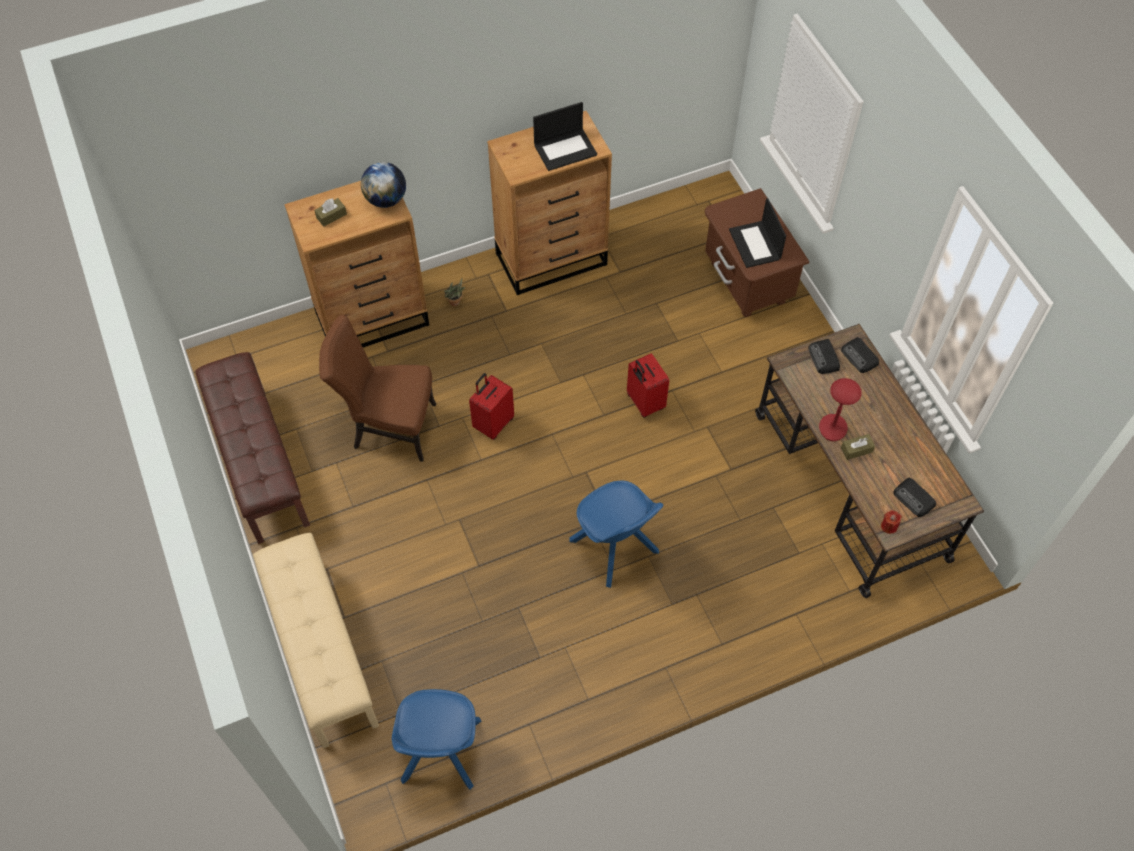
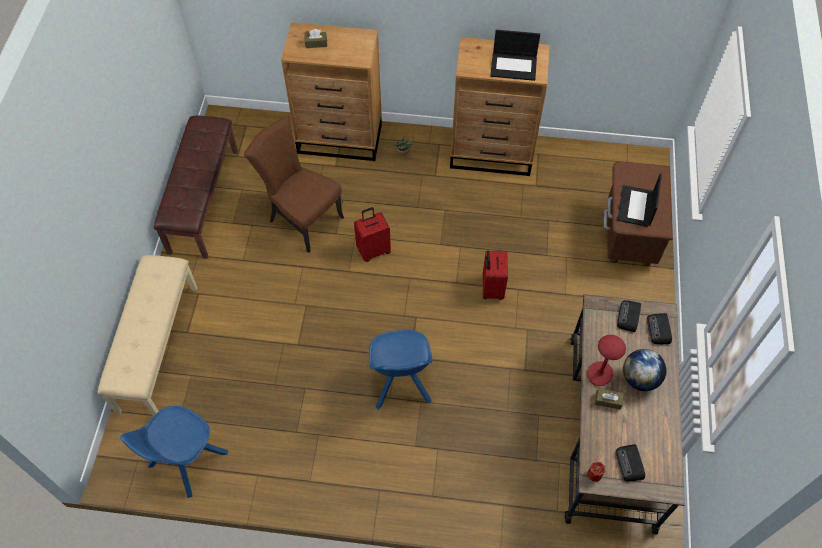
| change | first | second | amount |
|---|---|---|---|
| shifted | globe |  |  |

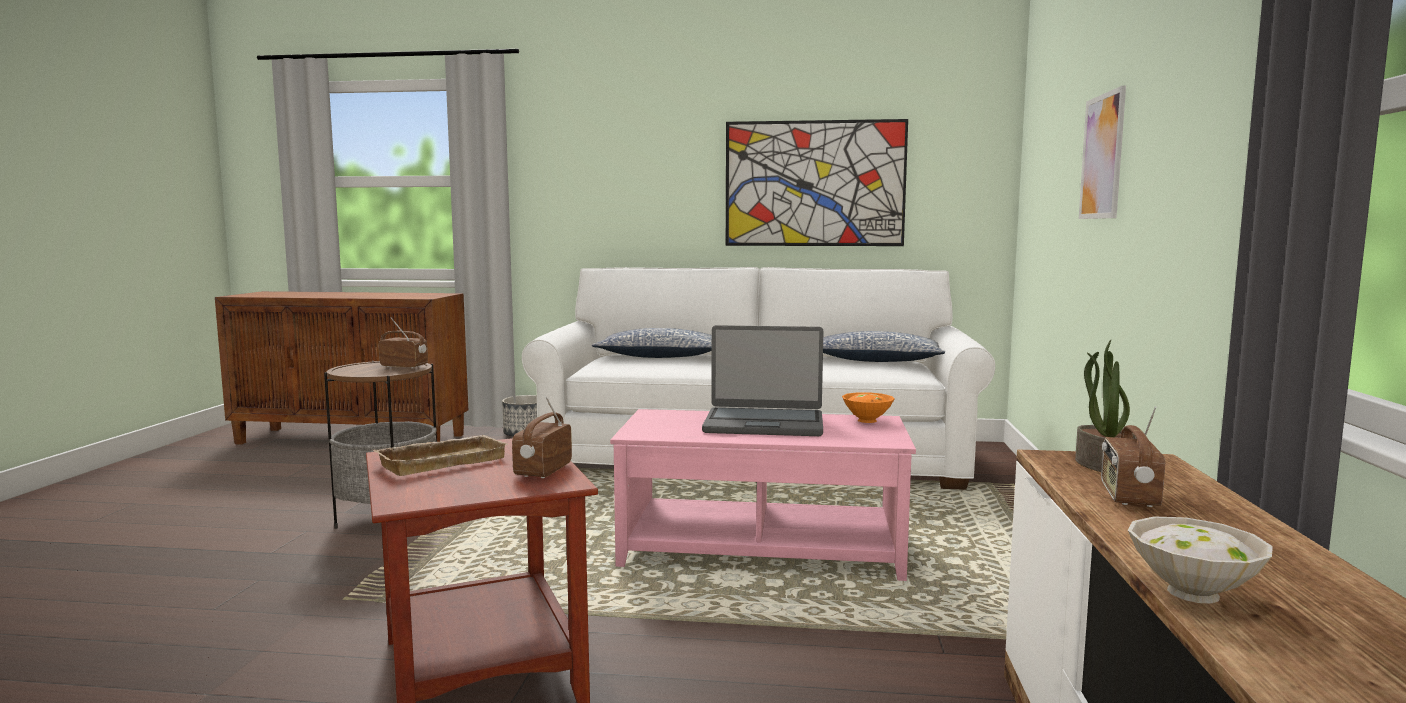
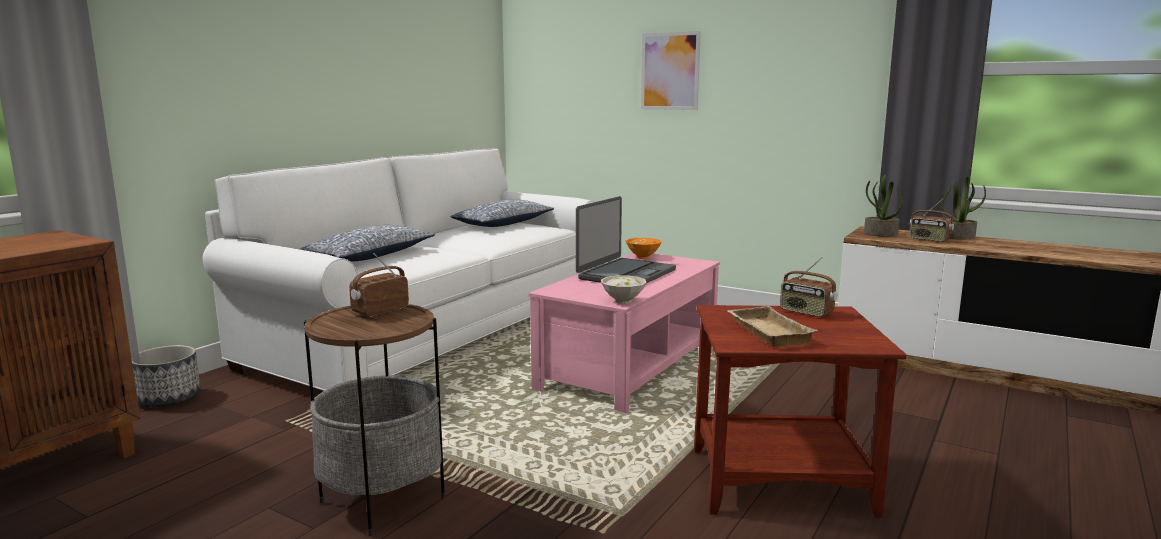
| change | first | second | amount |
|---|---|---|---|
| gone | picture (no. 1 from left) |  |  |
| shifted | white bowl |  |  |
| new |  | potted plant (no. 2 from left) |  |

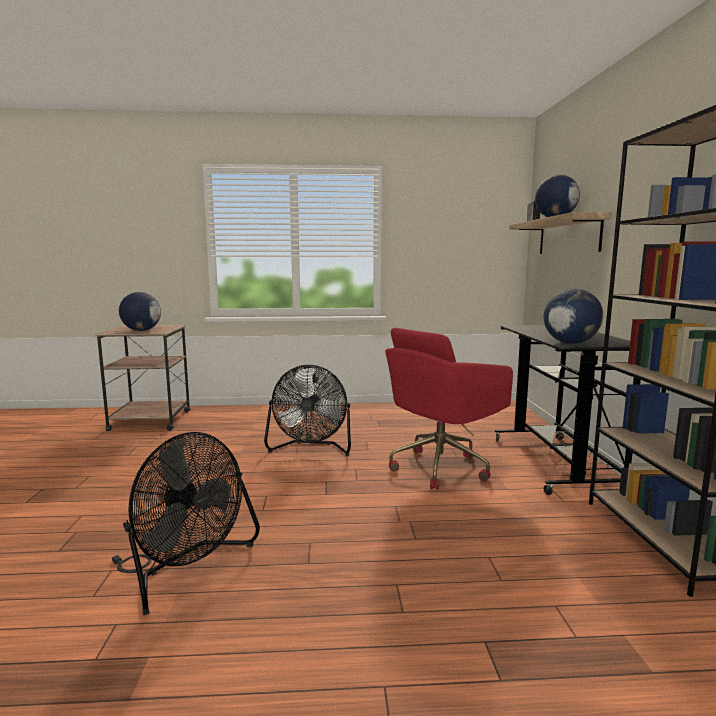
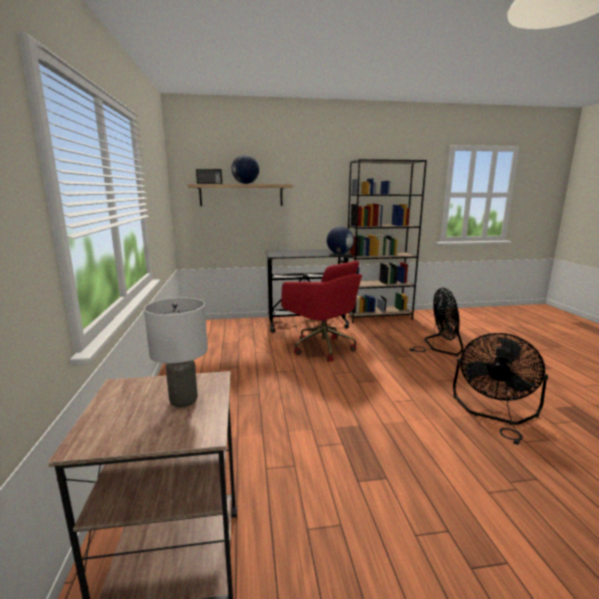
| change | first | second | amount |
|---|---|---|---|
| swapped | globe (no. 1 from left) | white table lamp |  |
| shifted | black fan (no. 2 from left in the first image) | black fan (no. 1 from left) |  |

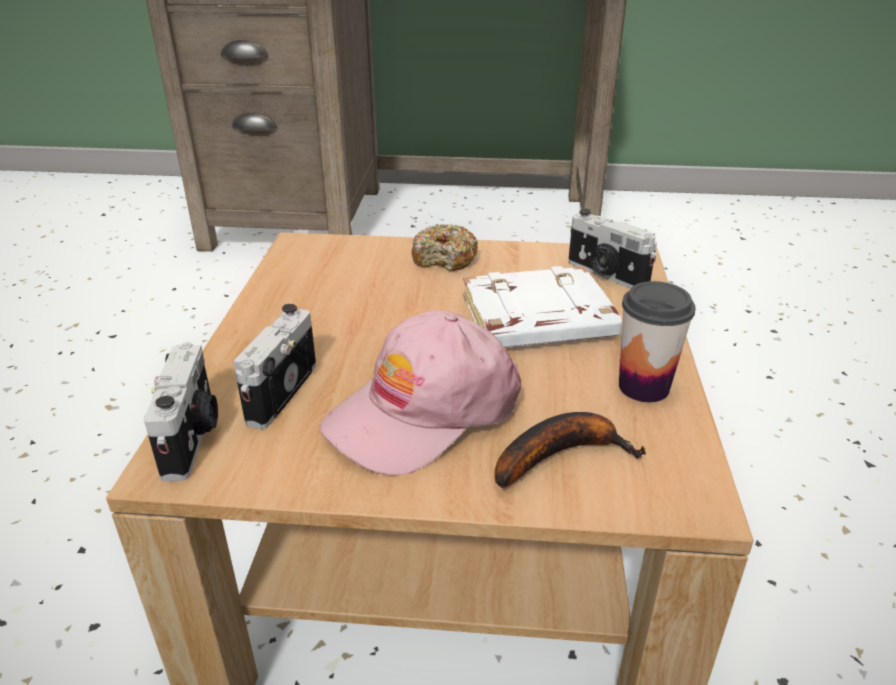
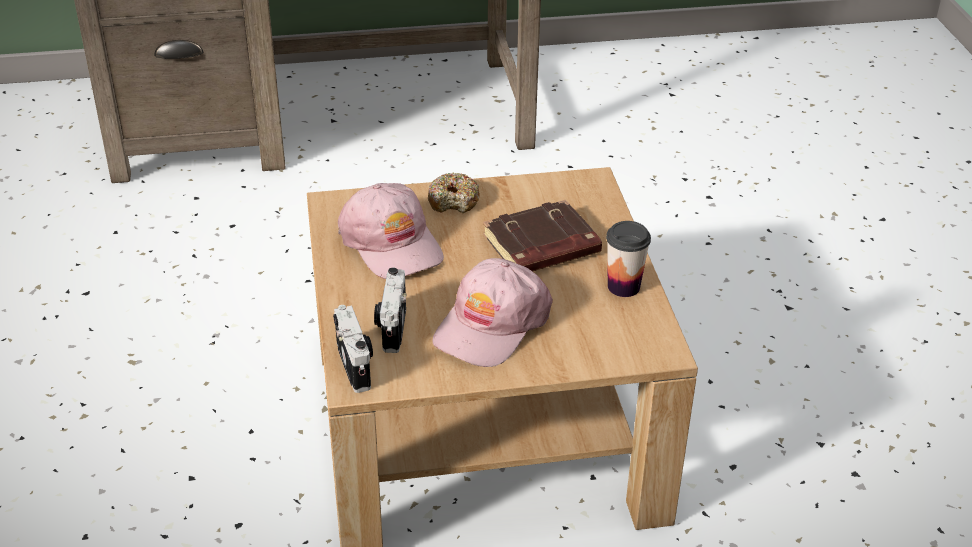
| change | first | second | amount |
|---|---|---|---|
| repainted | white book | brown book |  |
| gone | banana |  |  |
| gone | photo camera (no. 3 from left) |  |  |
| new |  | pink cap (no. 1 from left) |  |

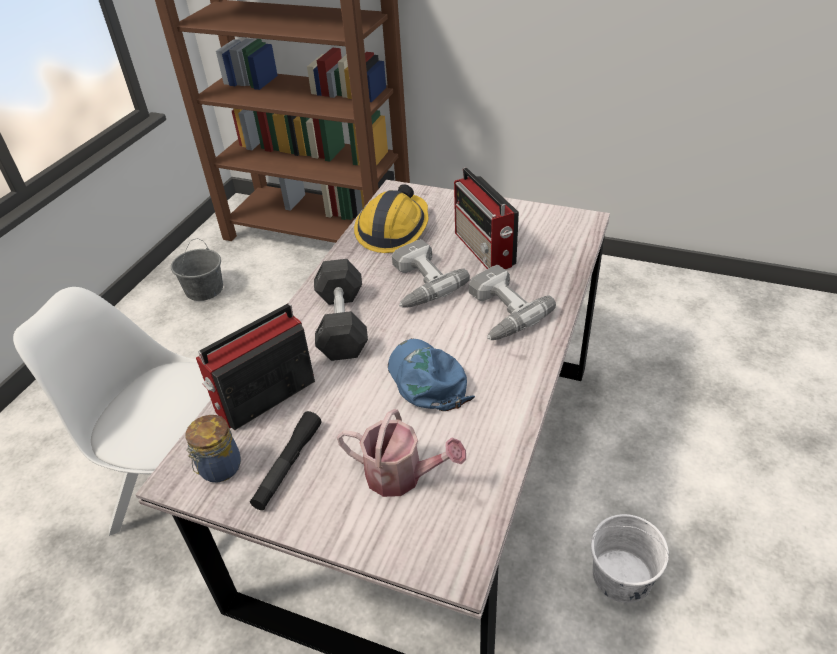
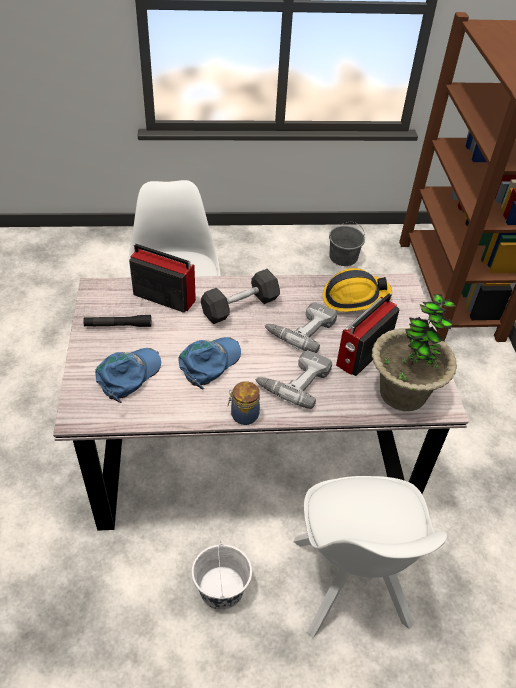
| change | first | second | amount |
|---|---|---|---|
| shifted | jar |  |  |
| swapped | watering can | blue cap (no. 1 from left) |  |
| new |  | white chair (no. 2 from left) |  |
| new |  | potted plant |  |

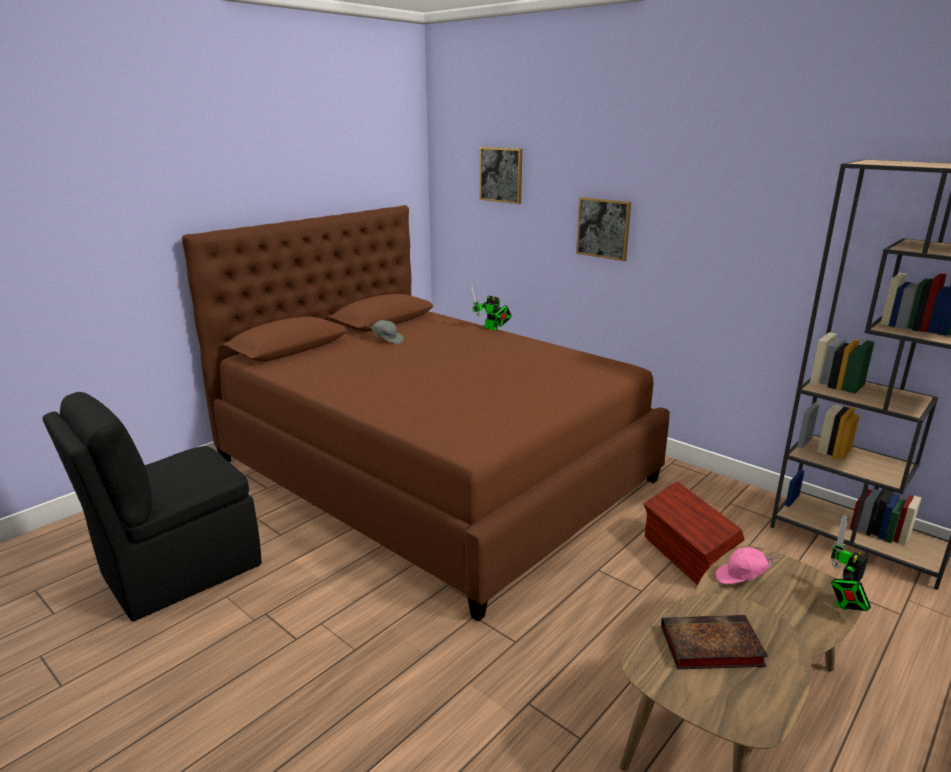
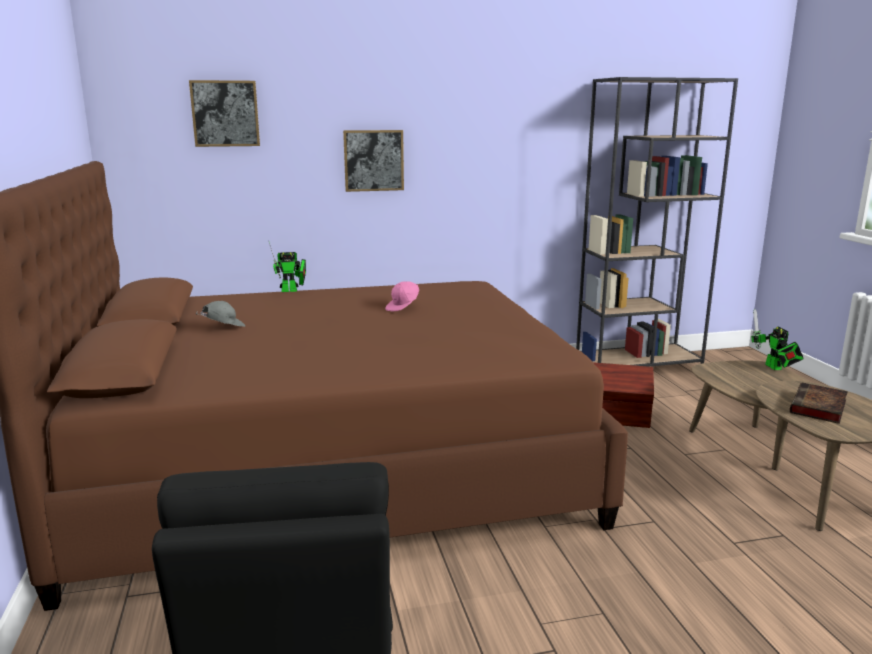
| change | first | second | amount |
|---|---|---|---|
| shifted | pink cap |  |  |

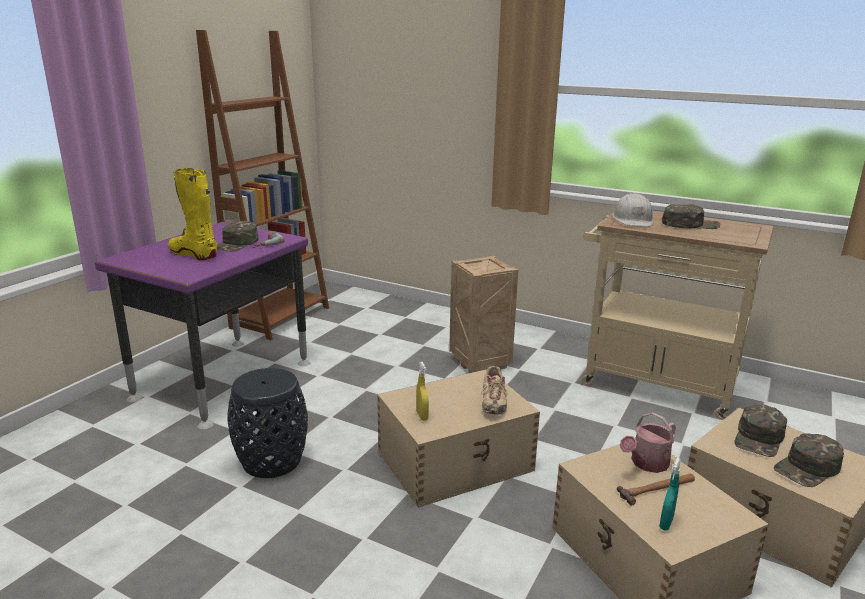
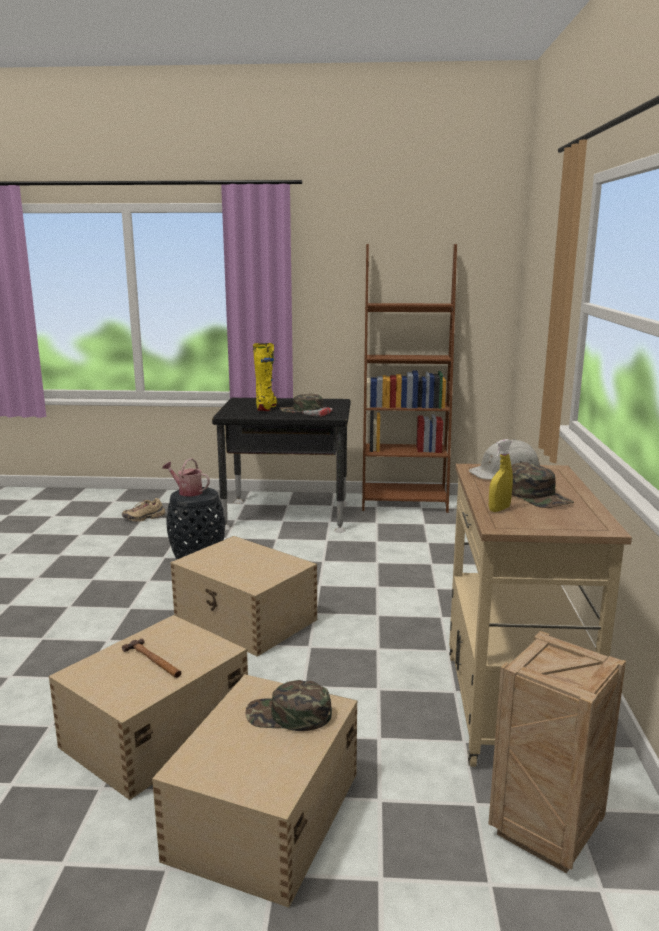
| change | first | second | amount |
|---|---|---|---|
| repainted | purple desk | black desk |  |
| shifted | yellow spray bottle |  |  |
| shifted | crate |  |  |
| shifted | beige shoe |  |  |
| shifted | watering can |  |  |
| gone | turquoise spray bottle |  |  |
| gone | green cap (no. 4 from left) |  |  |

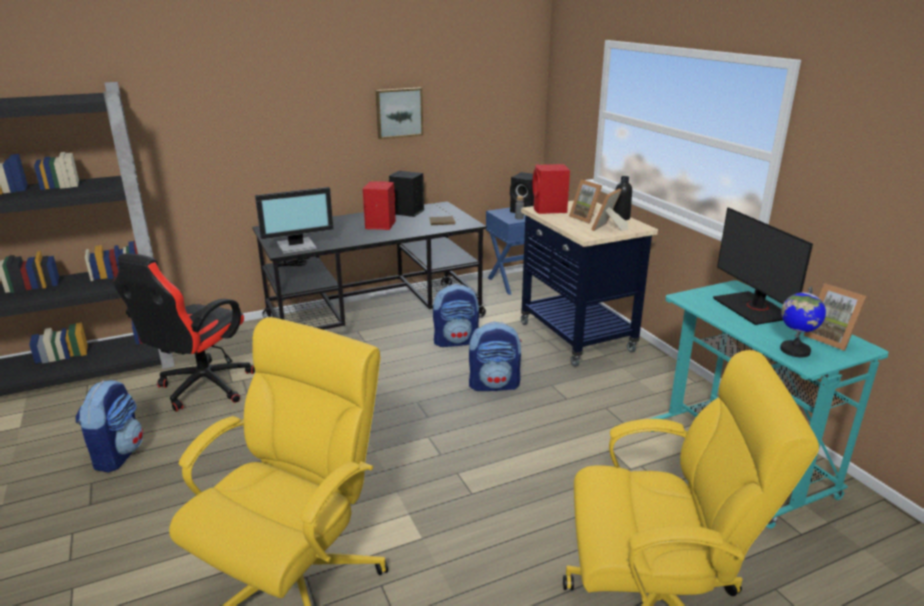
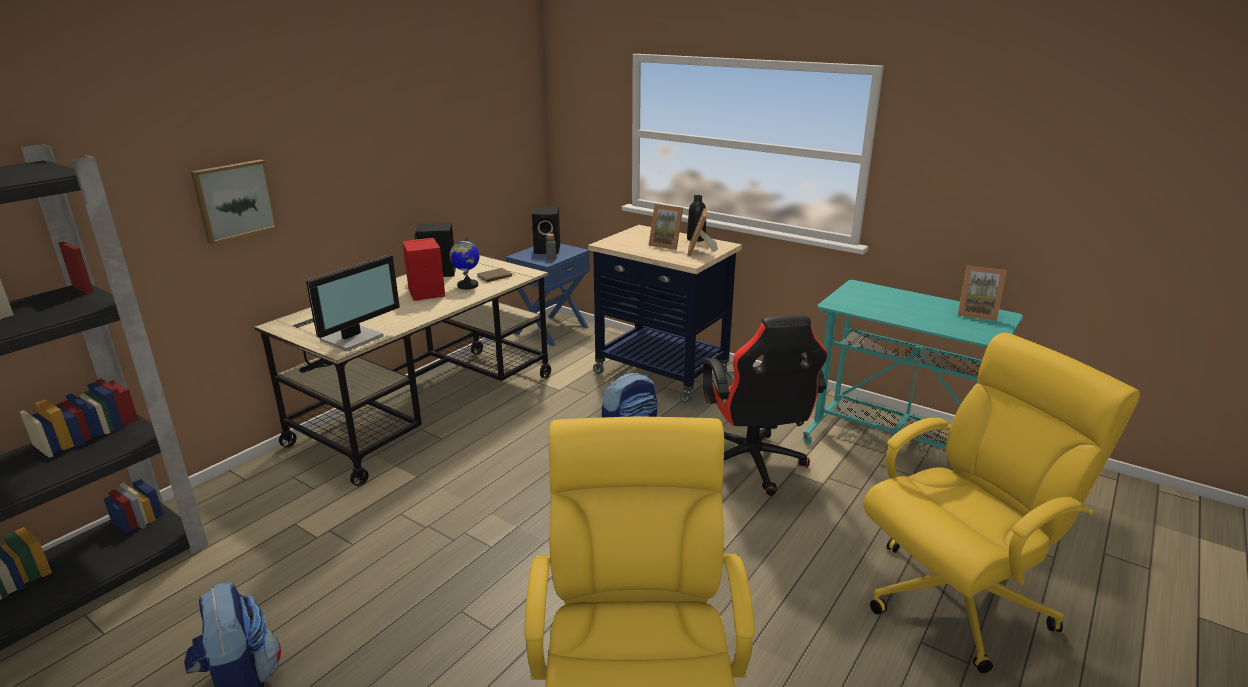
| change | first | second | amount |
|---|---|---|---|
| shifted | black office chair |  |  |
| repainted | black desk | beige desk |  |
| shifted | picture |  |  |
| gone | backpack (no. 2 from left) |  |  |
| gone | red speaker (no. 2 from left) |  |  |
| gone | monitor (no. 2 from left) |  |  |
| shifted | globe |  |  |

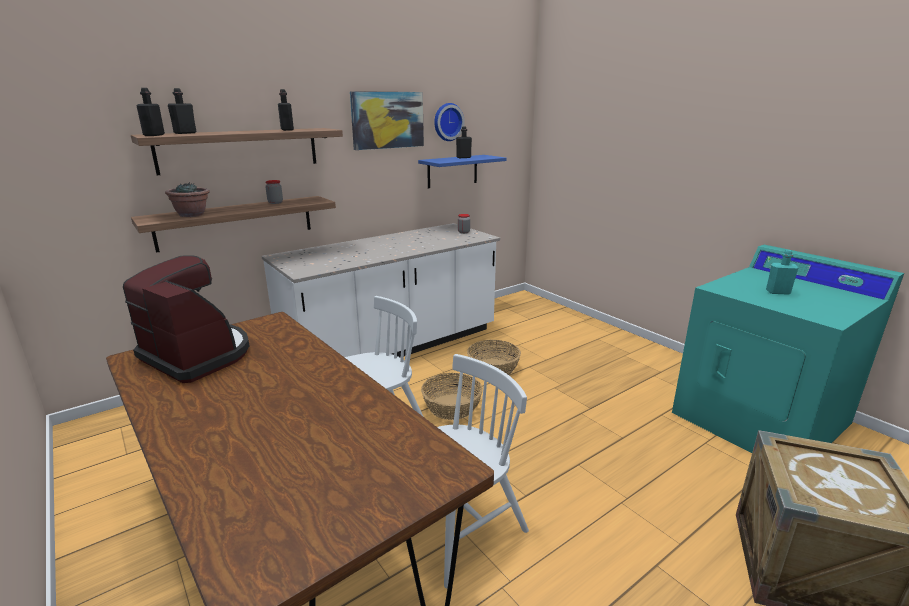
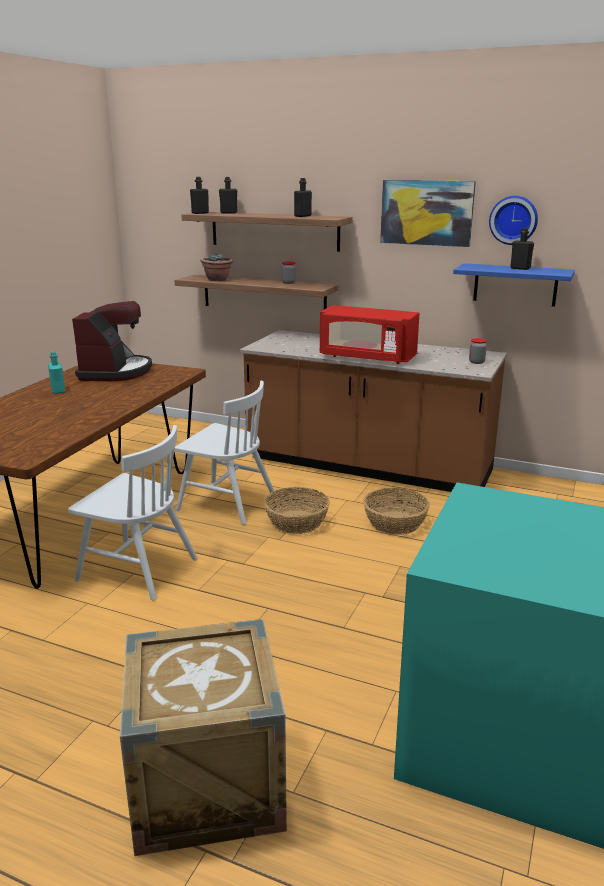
| change | first | second | amount |
|---|---|---|---|
| repainted | white counter | brown counter |  |
| shifted | turquoise bottle |  |  |
| new |  | red microwave |  |

